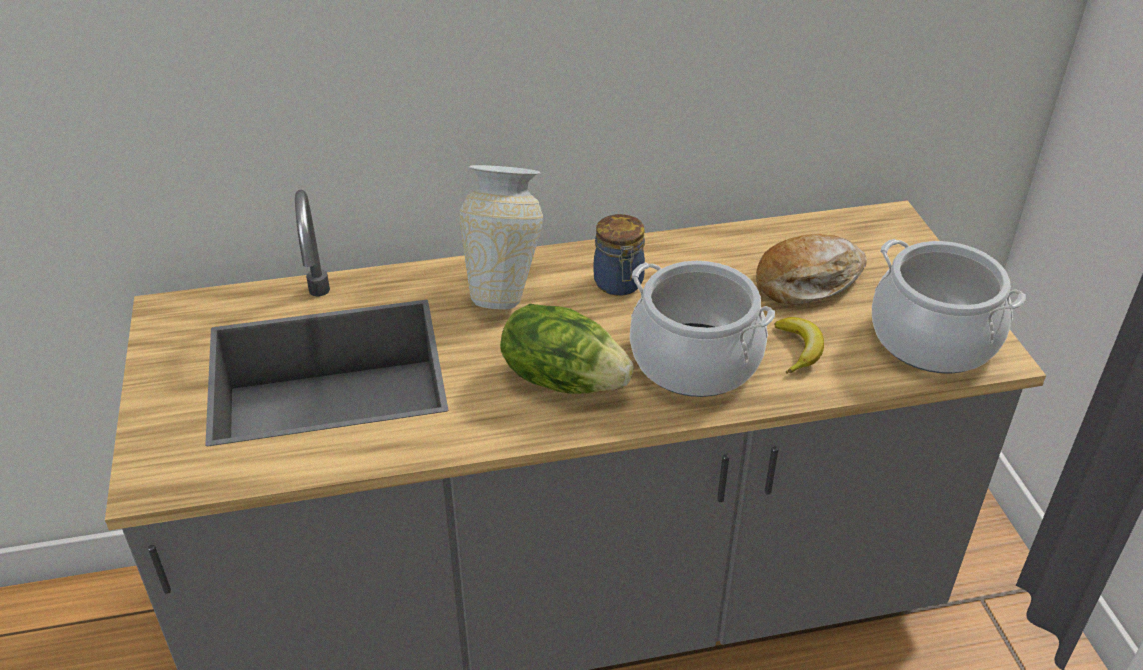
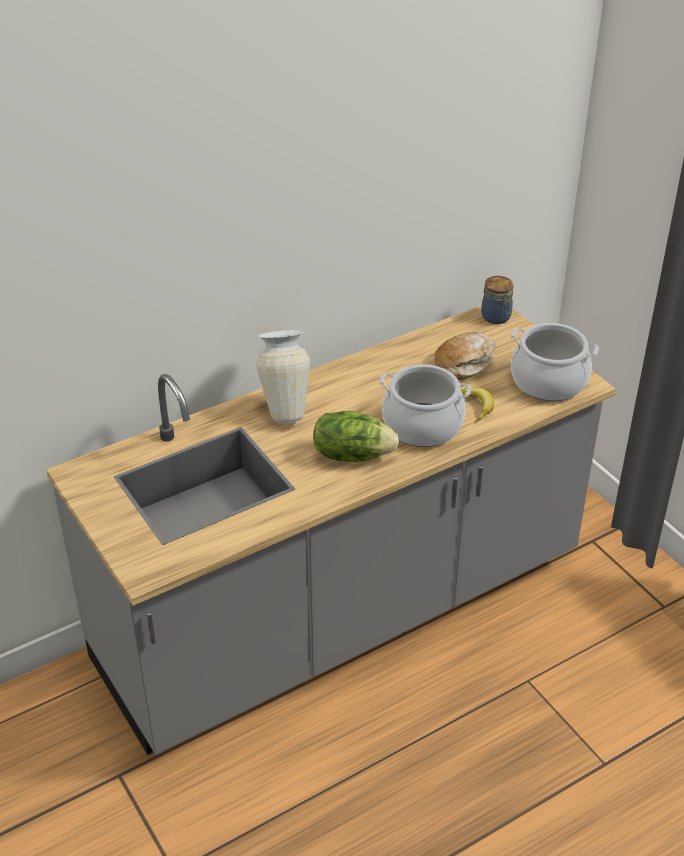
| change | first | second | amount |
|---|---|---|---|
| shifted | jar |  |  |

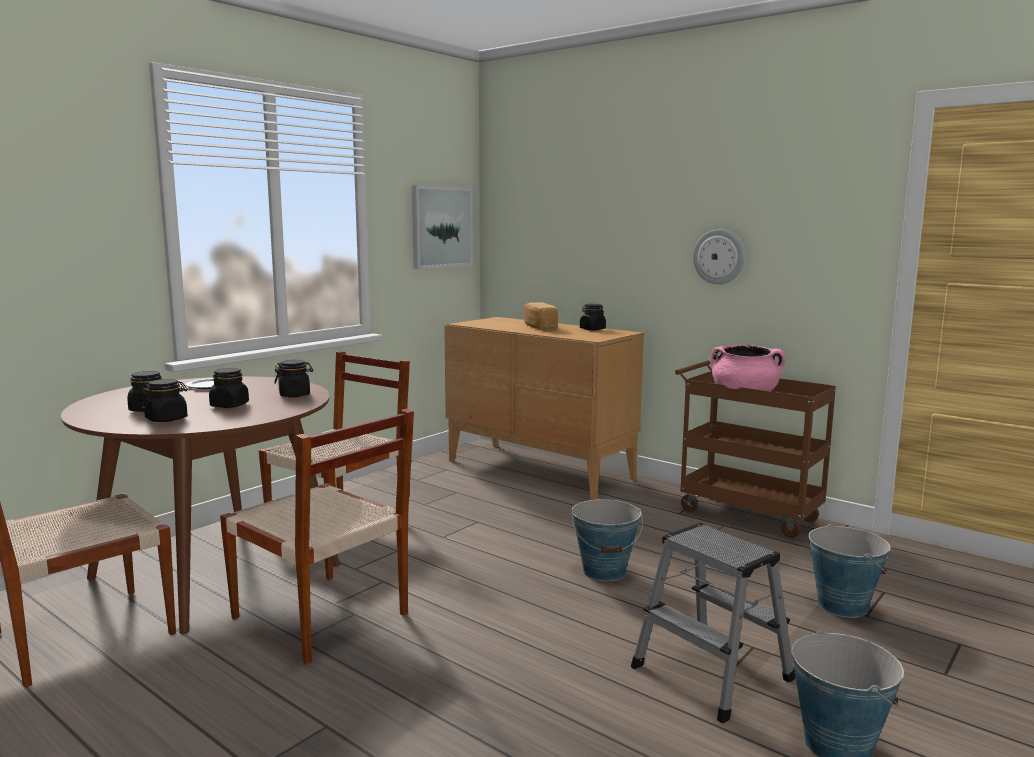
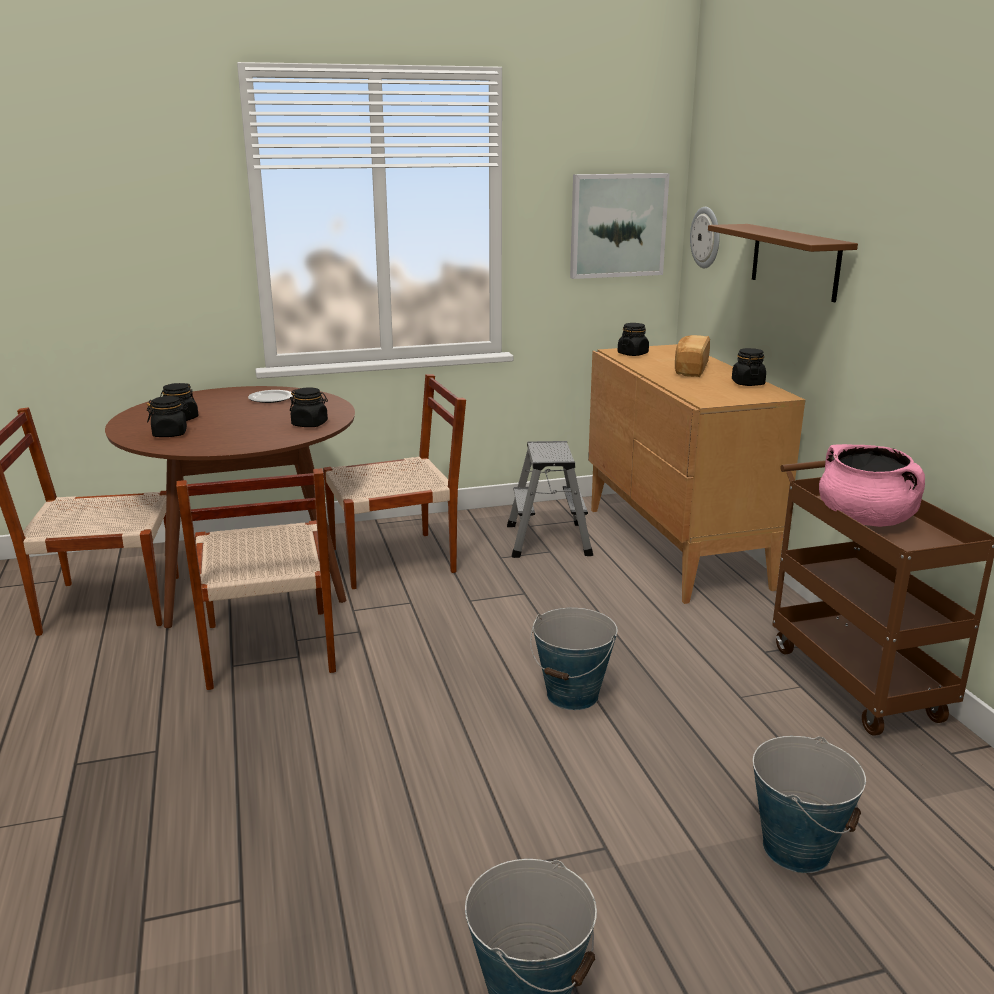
| change | first | second | amount |
|---|---|---|---|
| shifted | black jar (no. 3 from left in the first image) | black jar (no. 4 from left) |  |
| shifted | grey step ladder |  |  |
| shifted | wall clock |  |  |
| new |  | brown shelf |  |

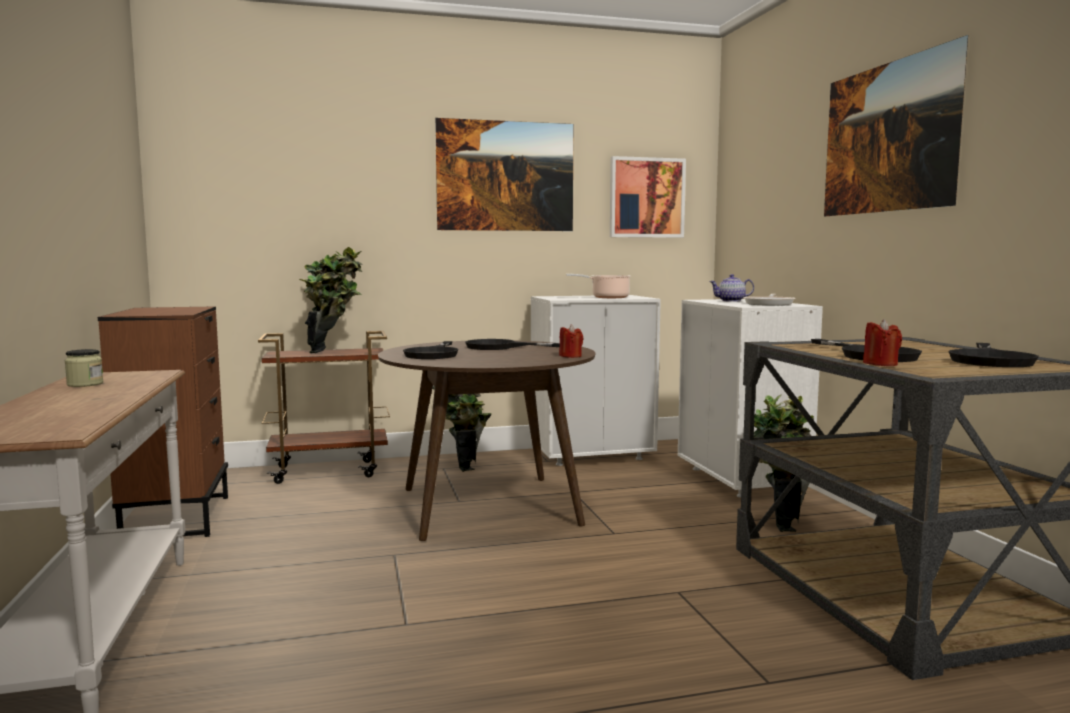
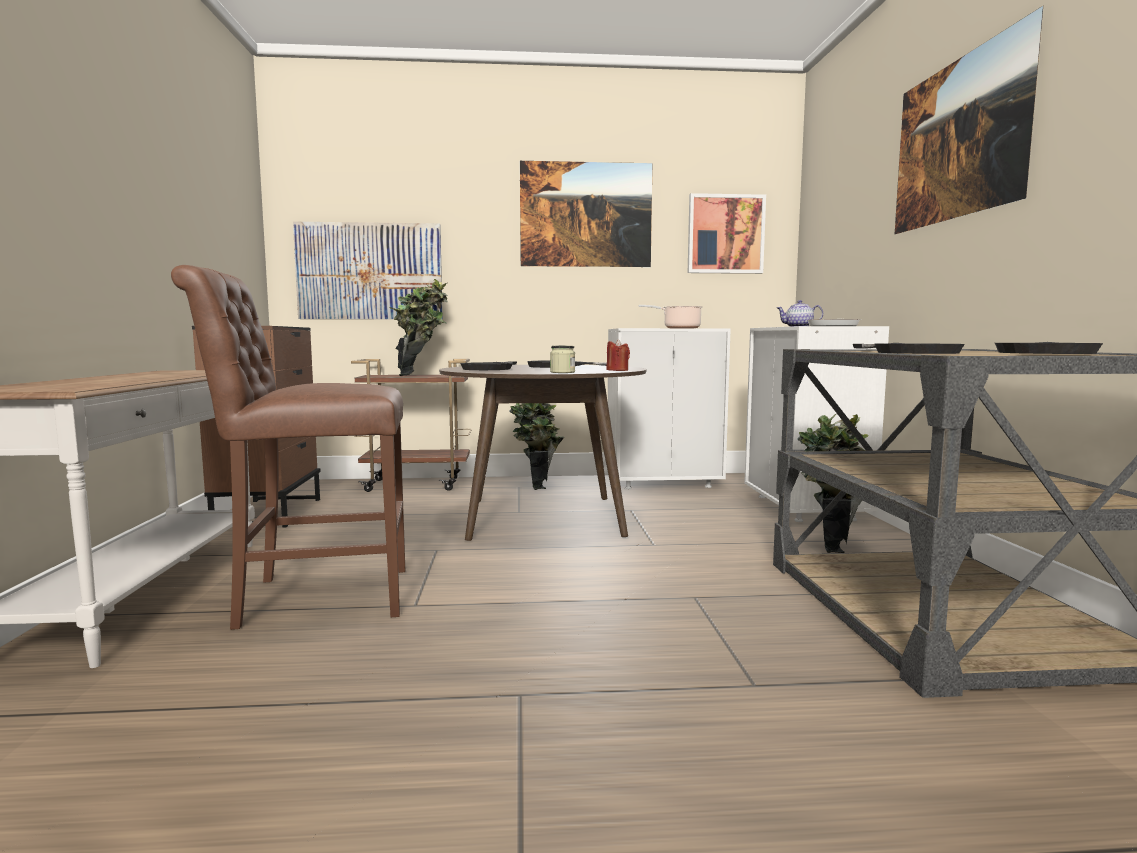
| change | first | second | amount |
|---|---|---|---|
| shifted | jar |  |  |
| gone | red candle (no. 2 from left) |  |  |
| new |  | brown stool |  |
| new |  | picture (no. 1 from left) |  |

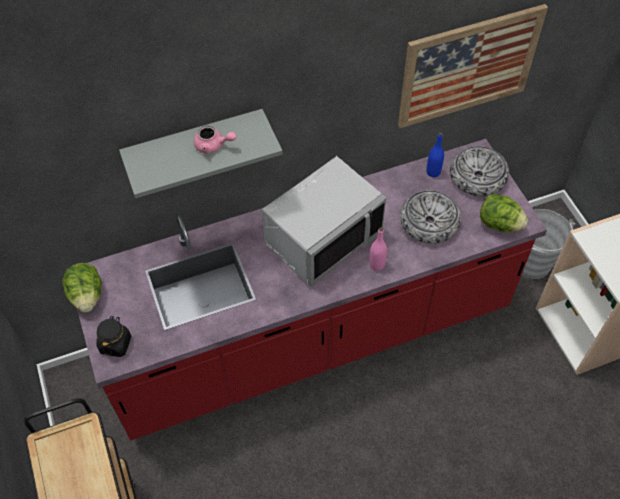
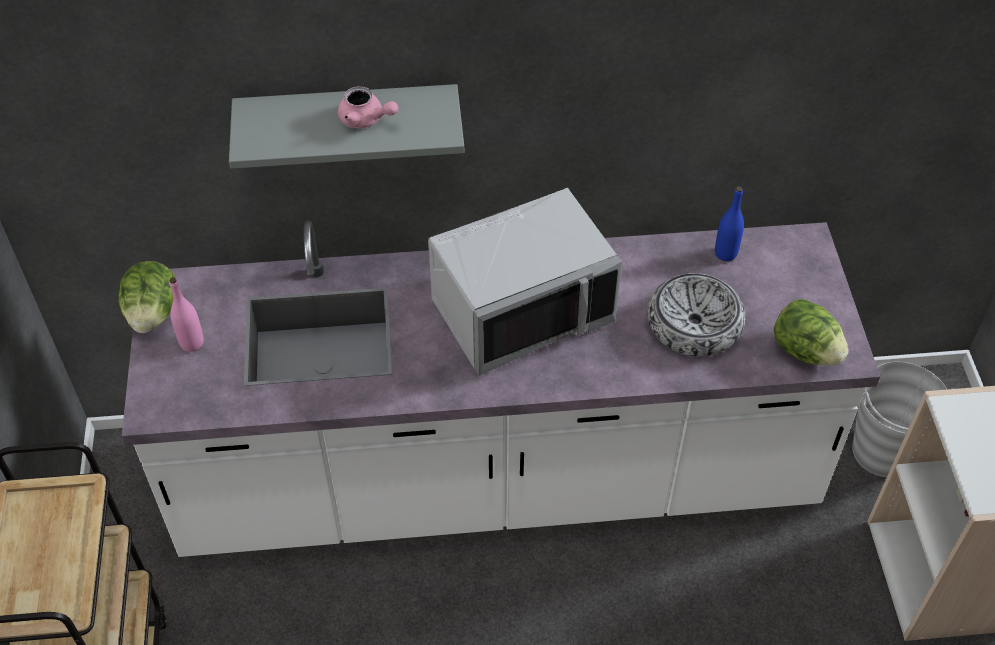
| change | first | second | amount |
|---|---|---|---|
| repainted | red counter | white counter |  |
| gone | black jar |  |  |
| shifted | pink bottle |  |  |
| gone | picture |  |  |
| gone | bowl (no. 2 from left) |  |  |

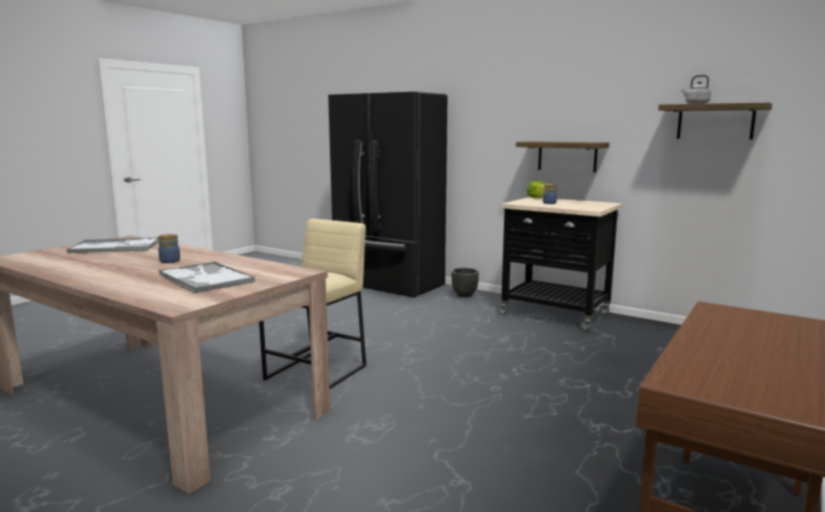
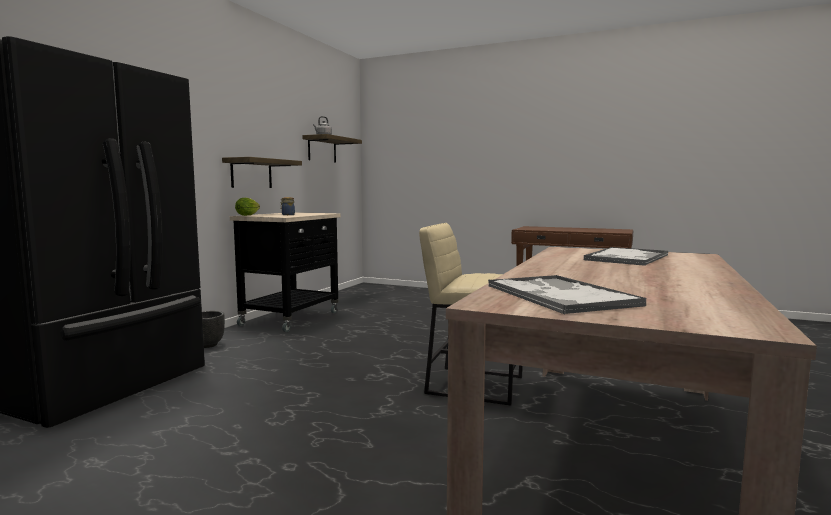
| change | first | second | amount |
|---|---|---|---|
| gone | jar (no. 1 from left) |  |  |

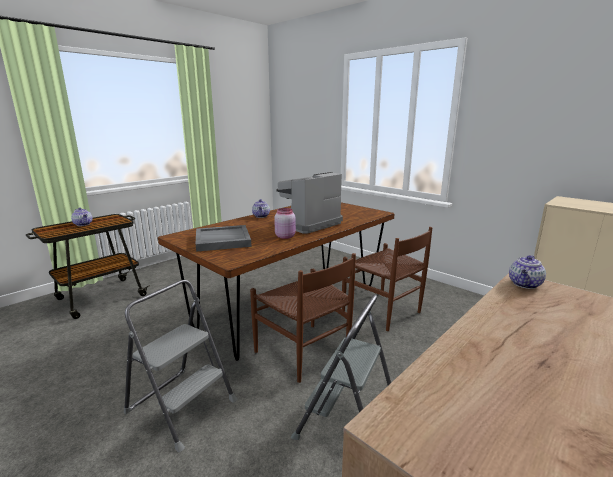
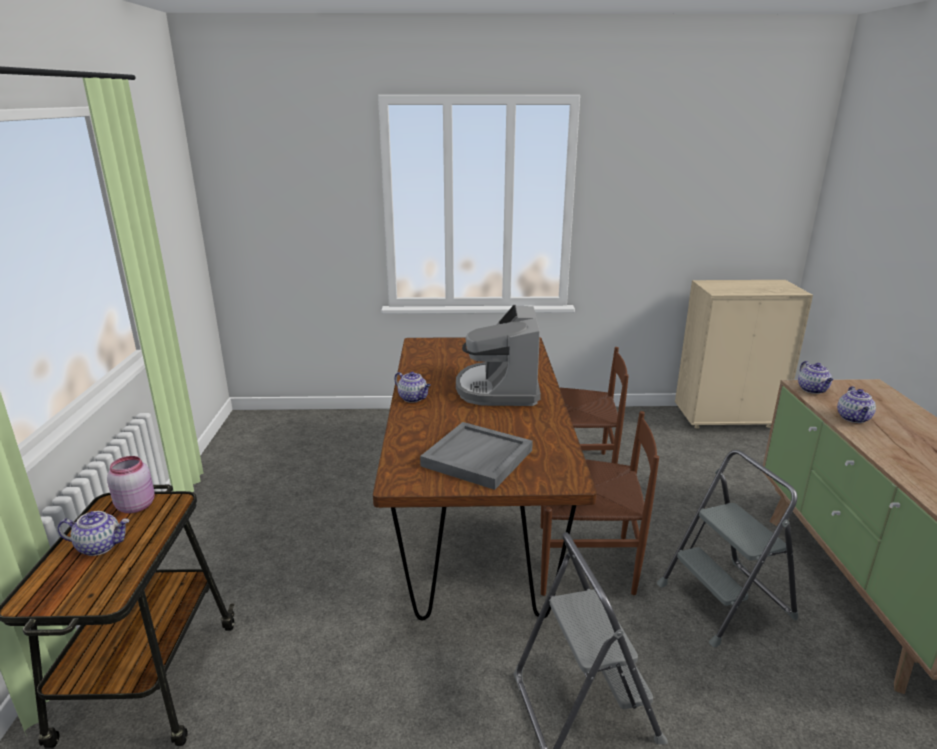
| change | first | second | amount |
|---|---|---|---|
| shifted | pink jar |  |  |
| new |  | teapot (no. 4 from left) |  |

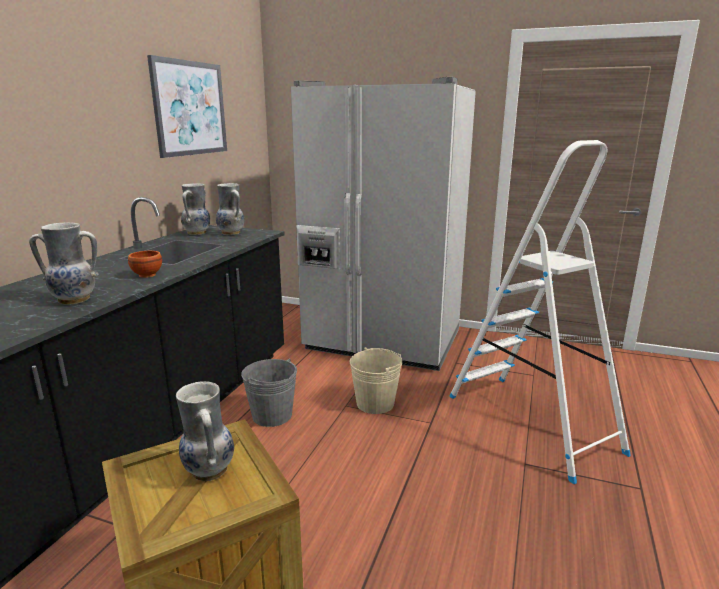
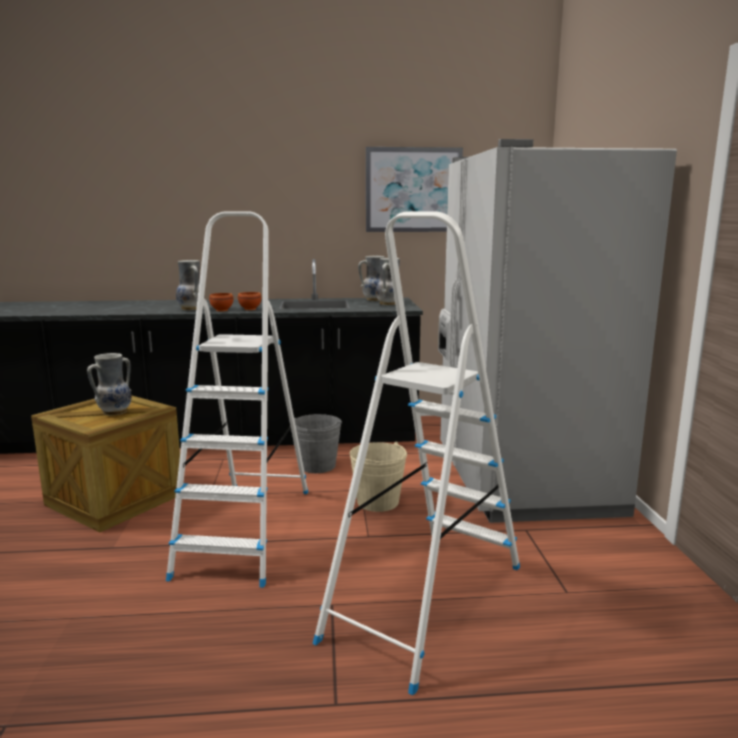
| change | first | second | amount |
|---|---|---|---|
| new |  | white step ladder (no. 1 from left) |  |
| new |  | brown bowl (no. 1 from left) |  |

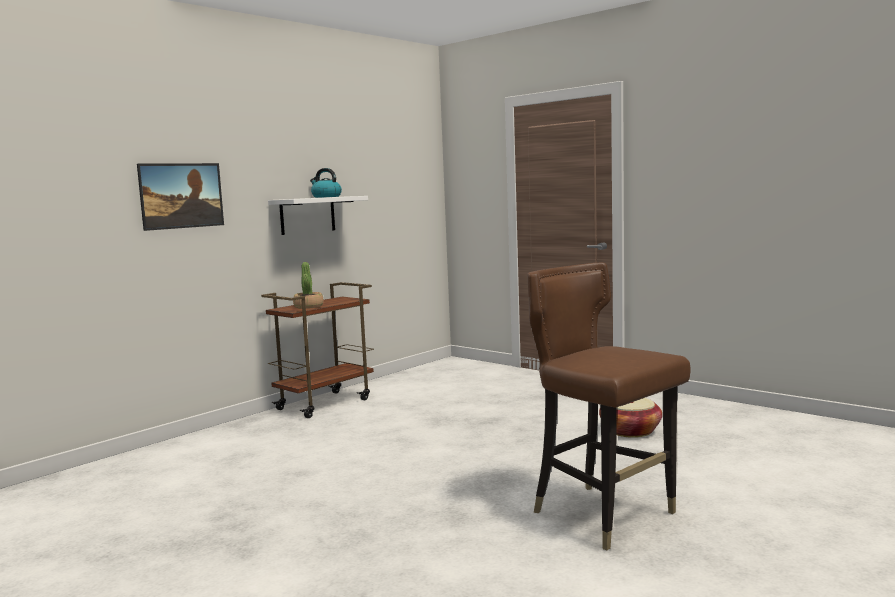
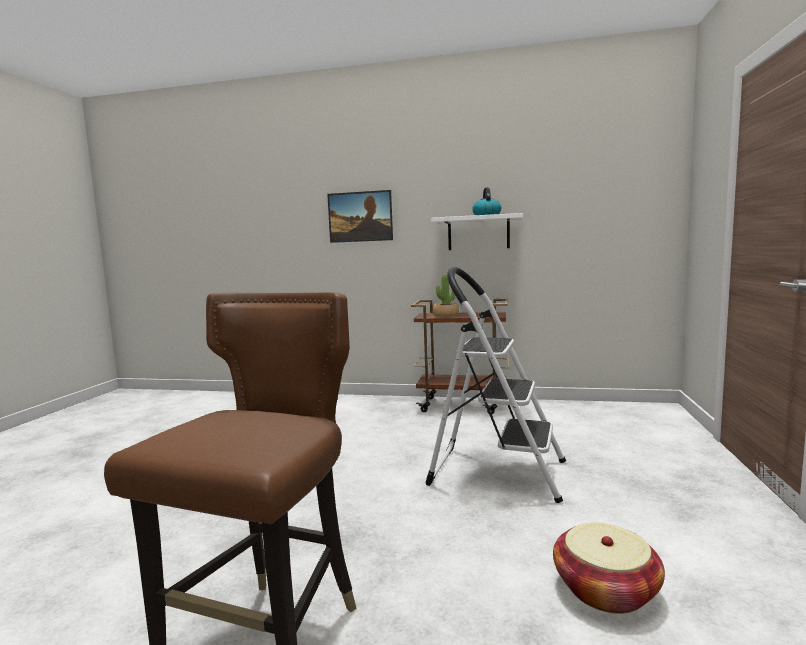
| change | first | second | amount |
|---|---|---|---|
| new |  | step ladder |  |

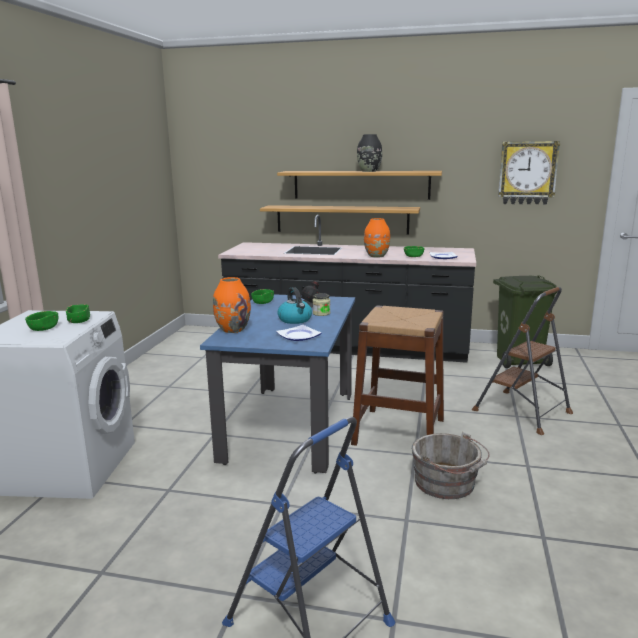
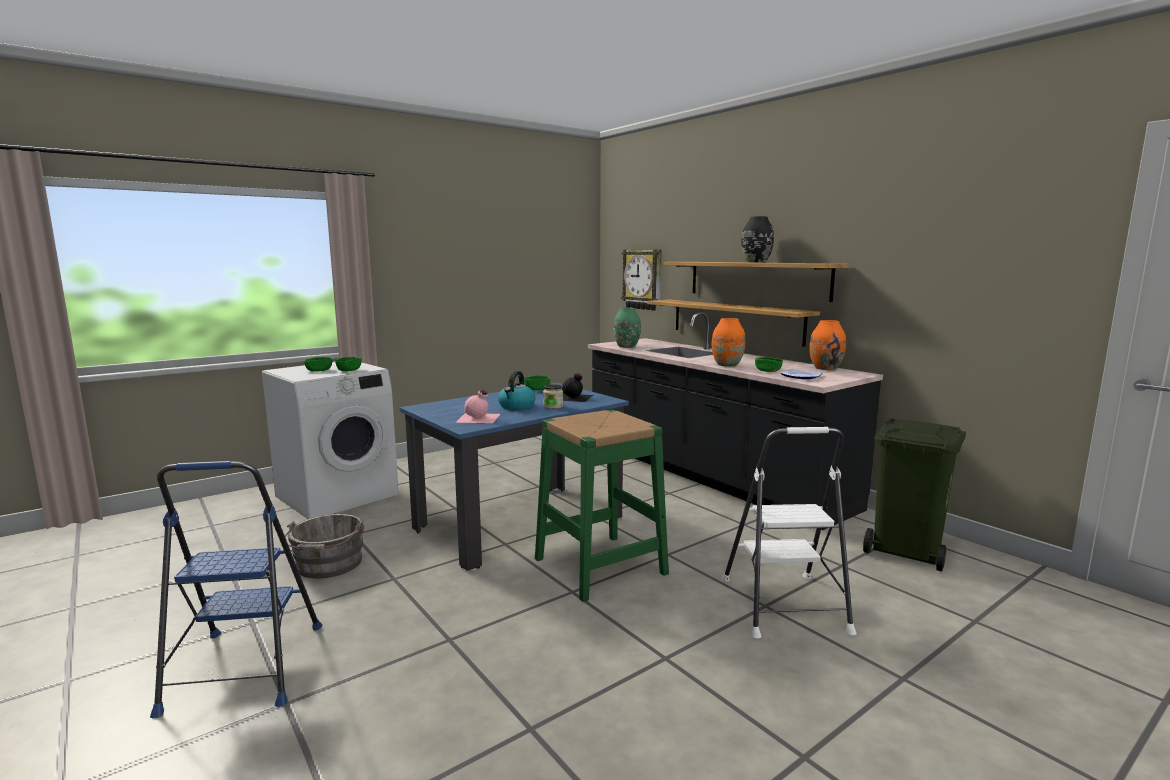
| change | first | second | amount |
|---|---|---|---|
| shifted | orange vase (no. 1 from left in the first image) | orange vase (no. 2 from left) |  |
| swapped | plate (no. 1 from left) | pink bottle |  |
| repainted | brown stool | green stool |  |
| shifted | grey bucket |  |  |
| repainted | brown step ladder | white step ladder |  |
| shifted | wall clock |  |  |
| new |  | green vase |  |

